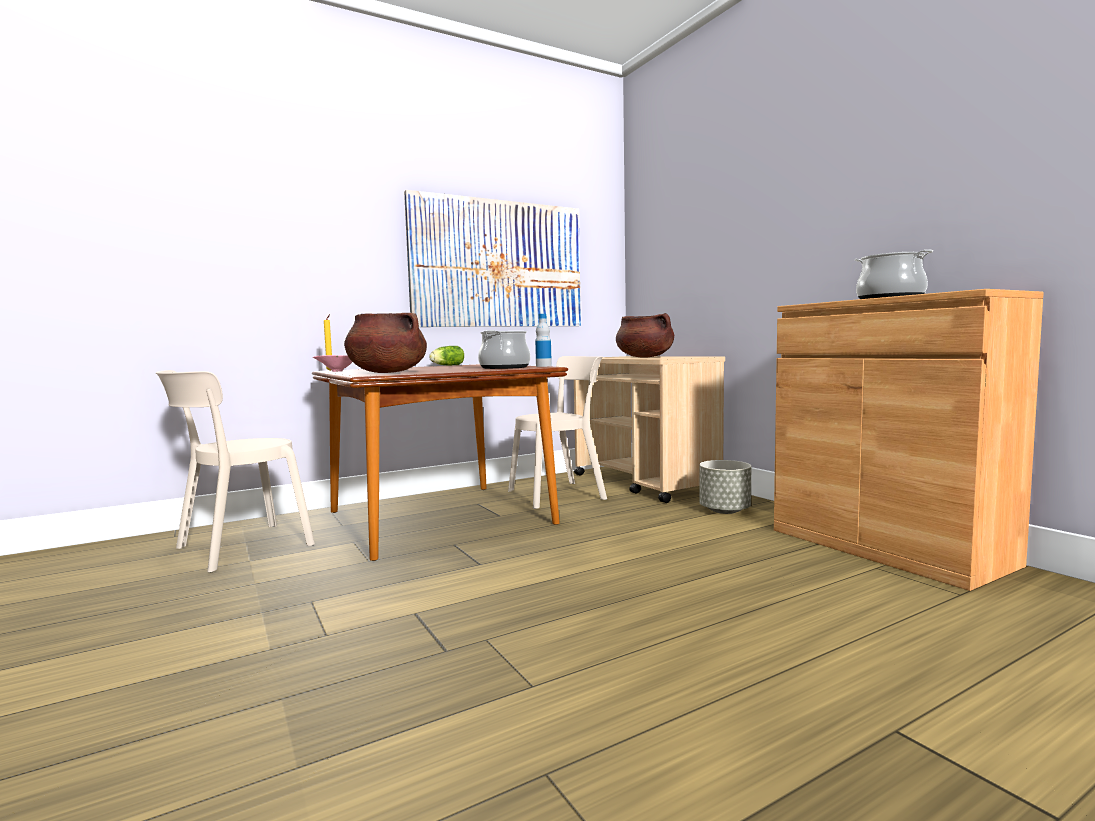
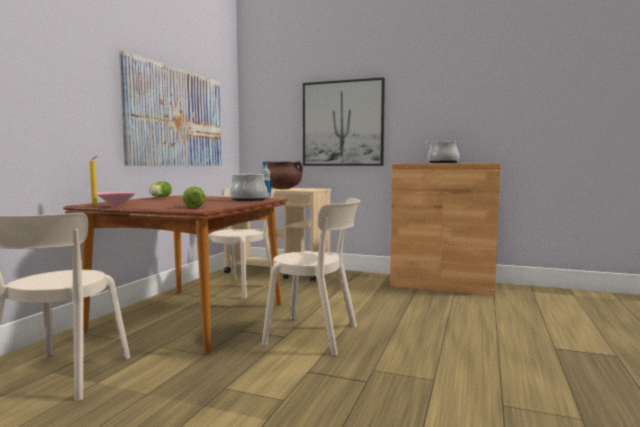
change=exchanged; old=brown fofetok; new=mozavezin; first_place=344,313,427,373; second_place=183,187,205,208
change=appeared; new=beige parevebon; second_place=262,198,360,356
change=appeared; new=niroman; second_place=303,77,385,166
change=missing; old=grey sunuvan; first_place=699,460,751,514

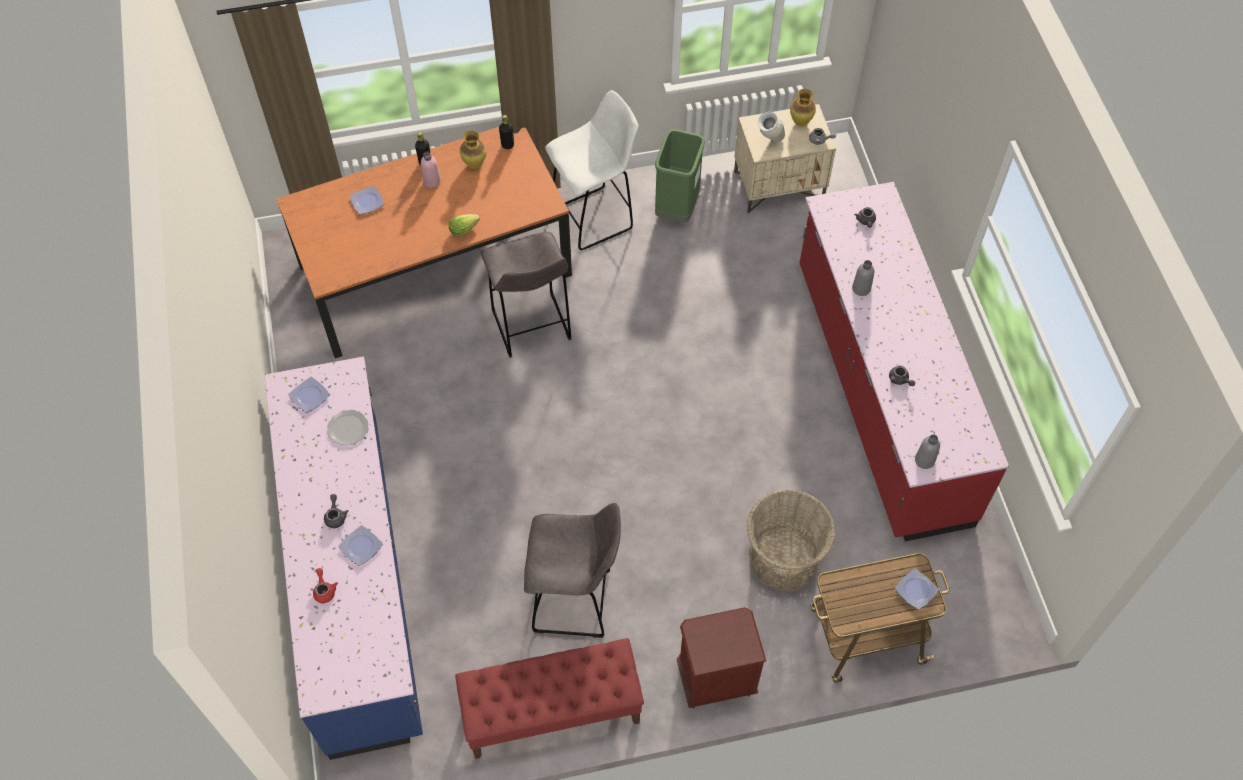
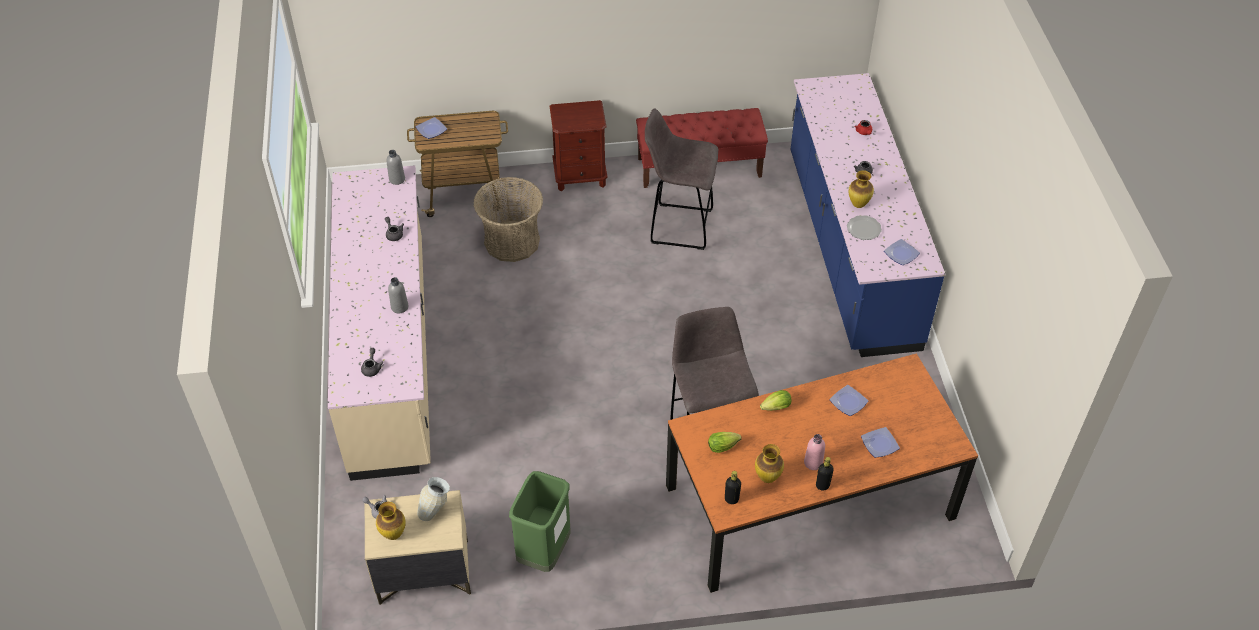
change=colour; old=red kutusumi; new=beige kutusumi; first_place=799,182,1009,541; second_place=328,165,431,481
change=appeared; new=mozavezin; second_place=708,432,742,453
change=relocated; old=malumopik; first_place=338,525,383,566; second_place=829,385,868,416
change=appeared; new=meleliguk; second_place=849,170,874,208
change=missing; old=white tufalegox; first_place=545,90,639,252

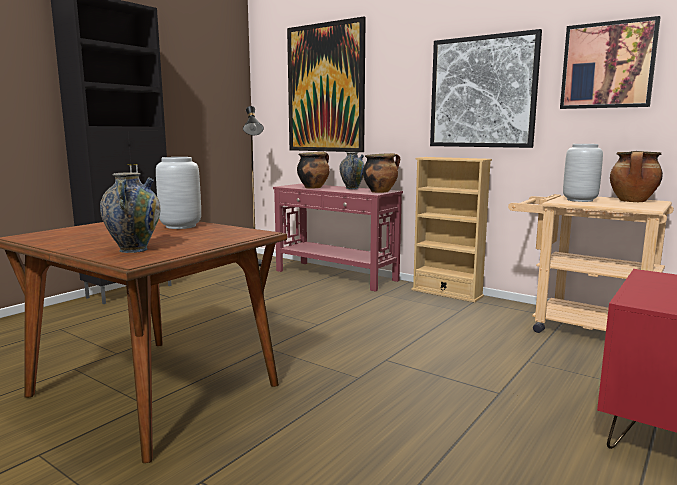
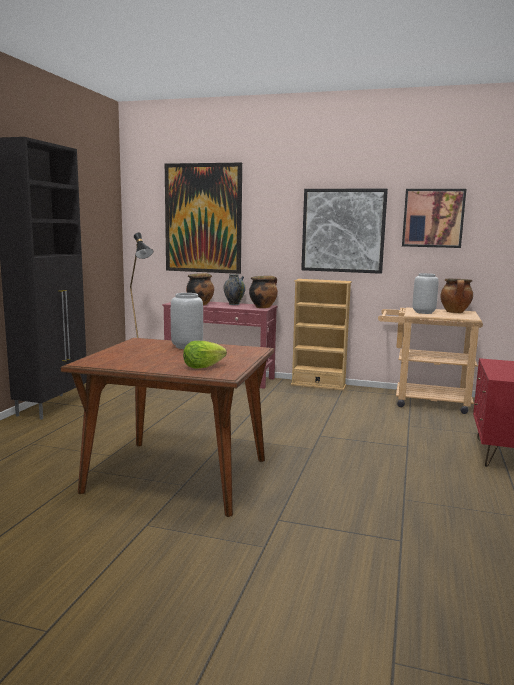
change=exchanged; old=meleliguk; new=mozavezin; first_place=100,172,160,253; second_place=183,341,227,369

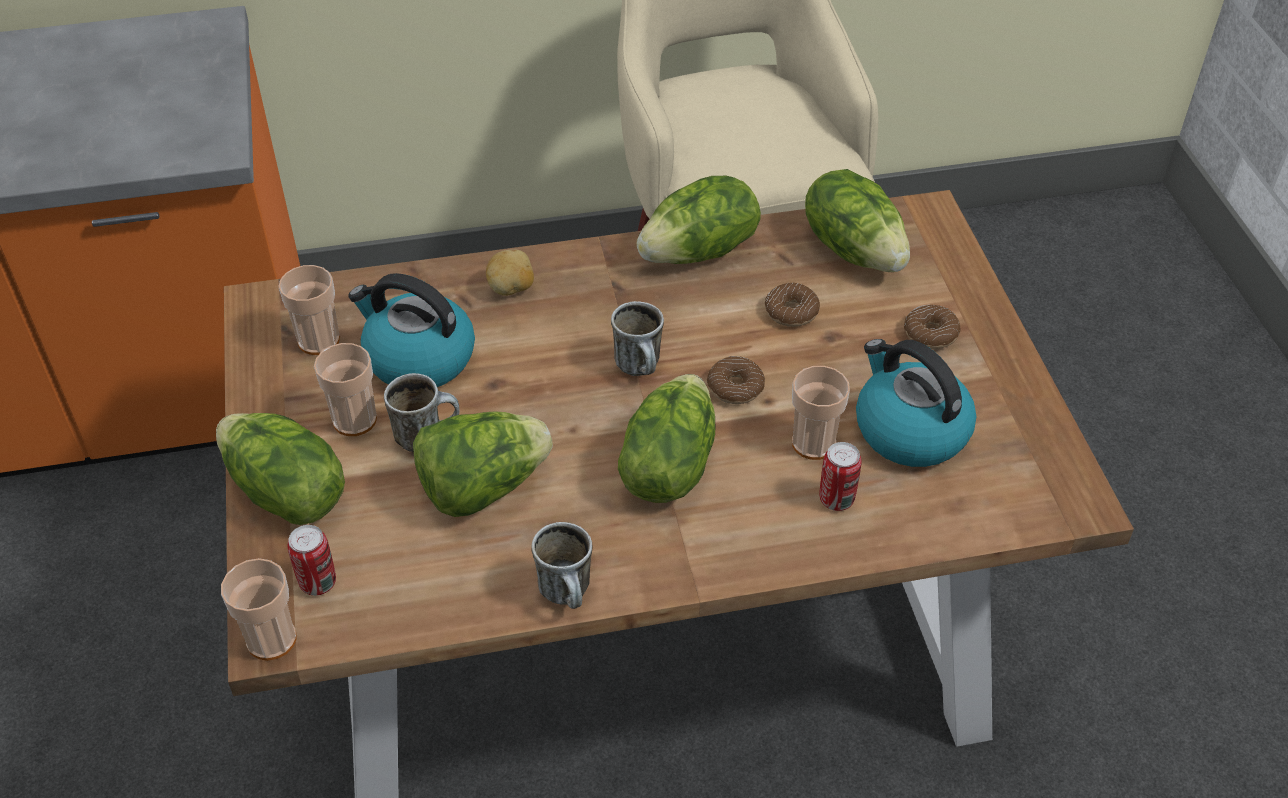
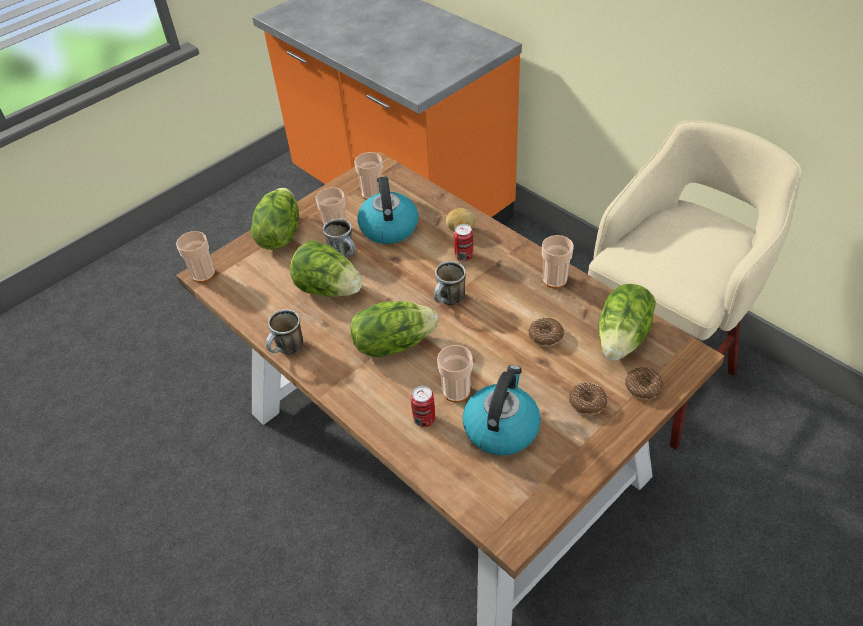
change=relocated; old=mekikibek; first_place=288,525,336,596; second_place=454,224,473,261
change=exchanged; old=mozavezin; new=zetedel; first_place=637,176,761,264; second_place=542,235,574,288
change=relocated; old=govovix; first_place=707,356,765,404; second_place=625,367,663,400

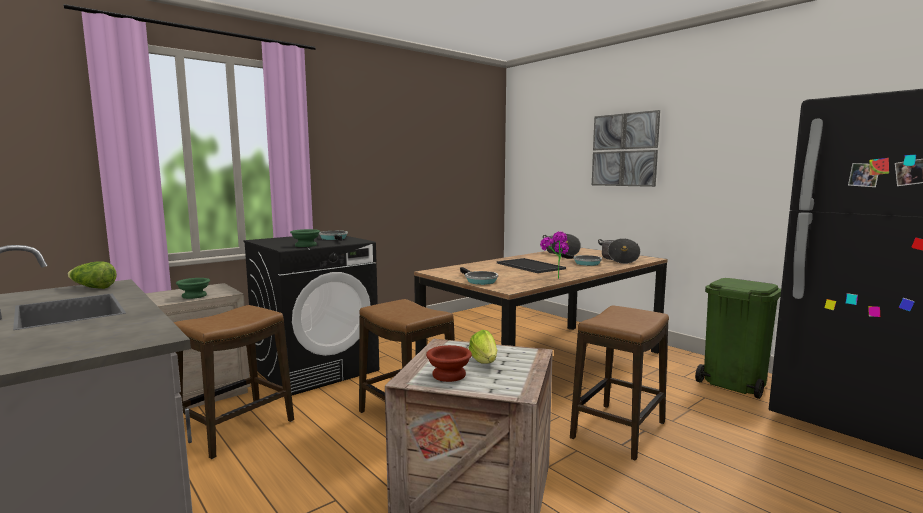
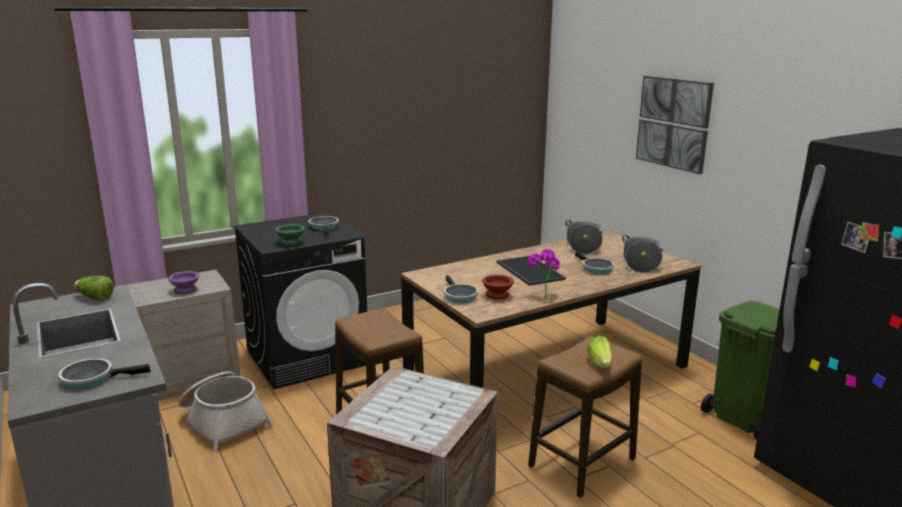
change=appeared; new=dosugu; second_place=58,358,151,389
change=colour; old=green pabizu; new=purple pabizu; first_place=176,278,210,299; second_place=168,271,200,294
change=exchanged; old=tufalegox; new=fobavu; first_place=173,305,294,459; second_place=179,371,273,452
change=relocated; old=brown pabizu; first_place=426,345,472,382; second_place=482,275,514,300
change=relocated; old=mozavezin; first_place=469,330,497,364; second_place=587,336,612,368

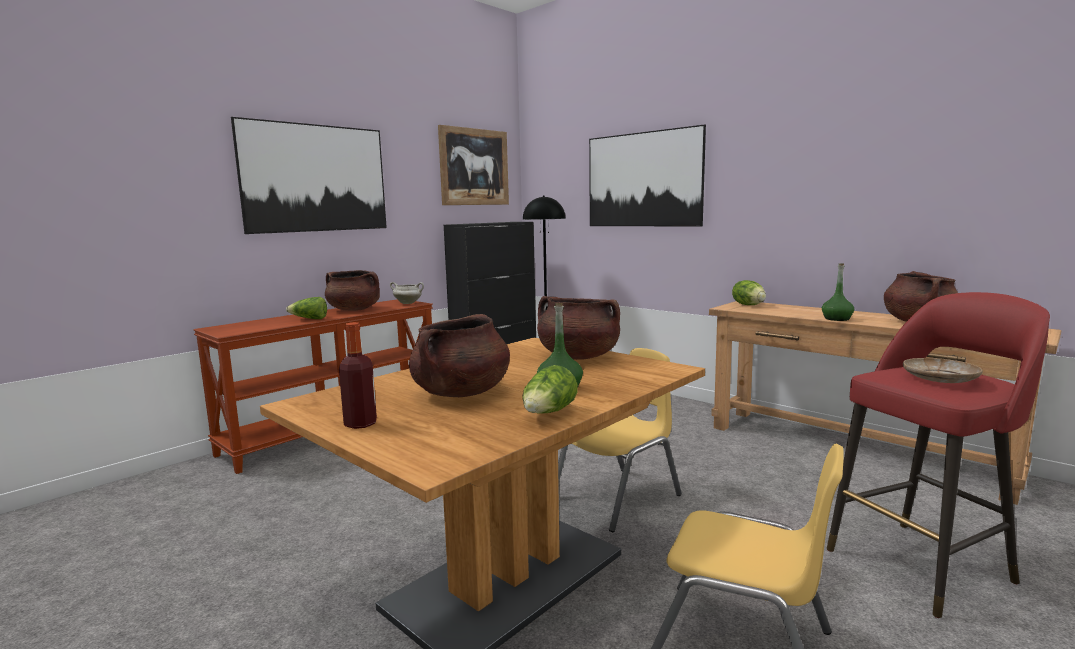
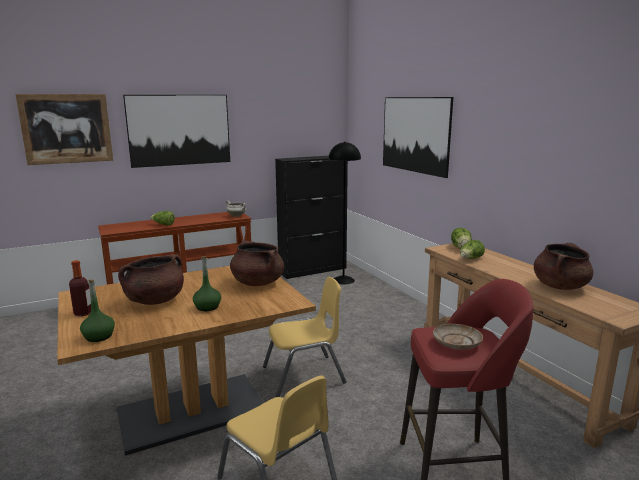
change=relocated; old=niroman; first_place=438,125,509,205; second_place=15,94,113,165
change=relocated; old=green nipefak; first_place=822,263,854,321; second_place=80,279,115,342
change=relocated; old=mozavezin; first_place=522,365,578,414; second_place=460,240,485,259
change=missing; old=brown fofetok; first_place=325,270,380,311

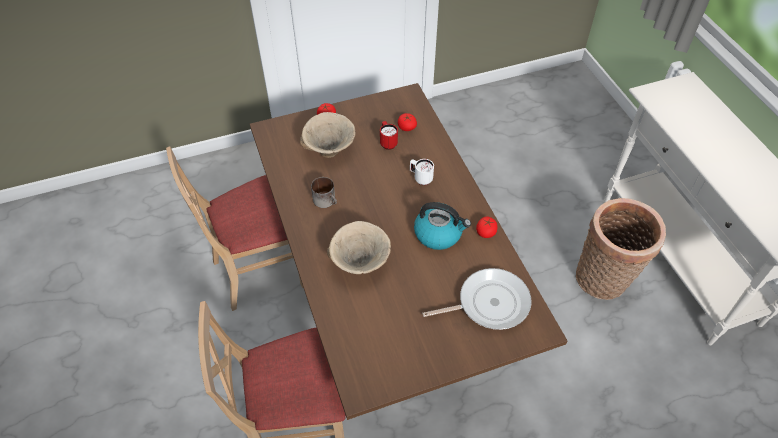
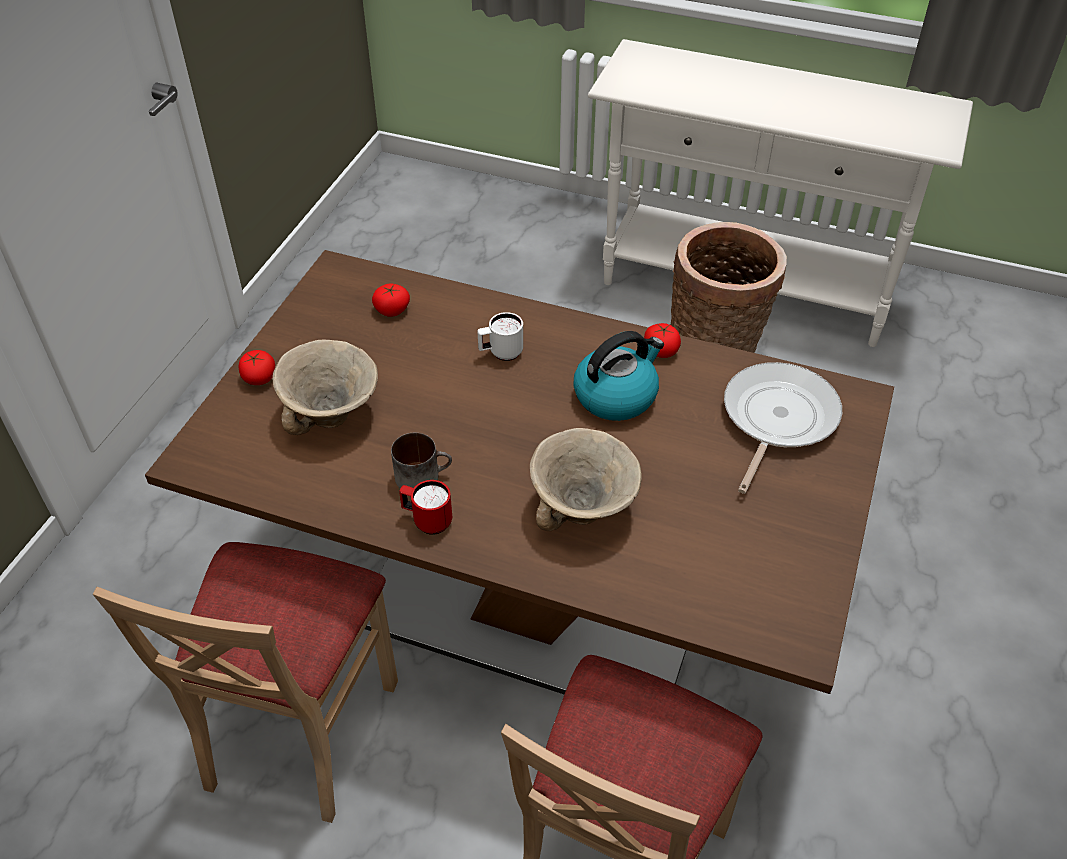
change=relocated; old=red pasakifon; first_place=380,121,398,150; second_place=399,480,452,535

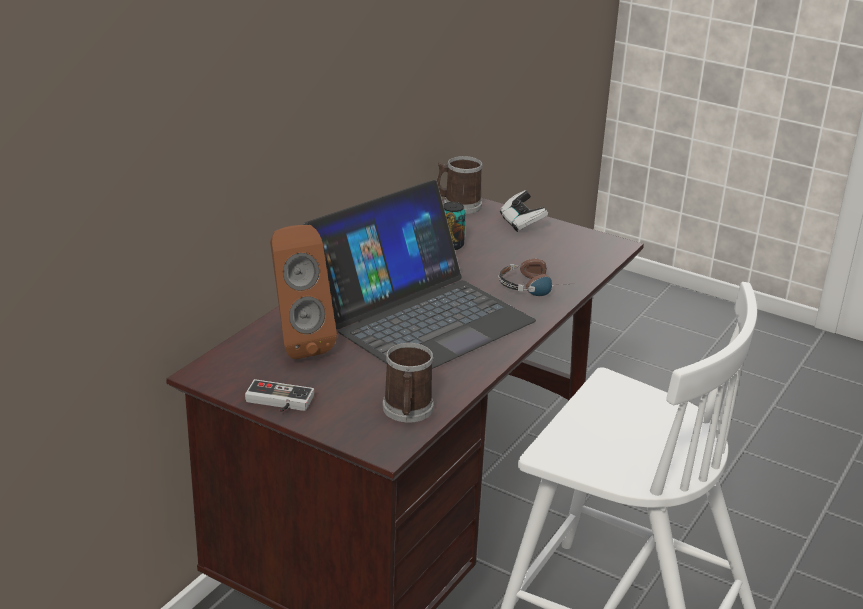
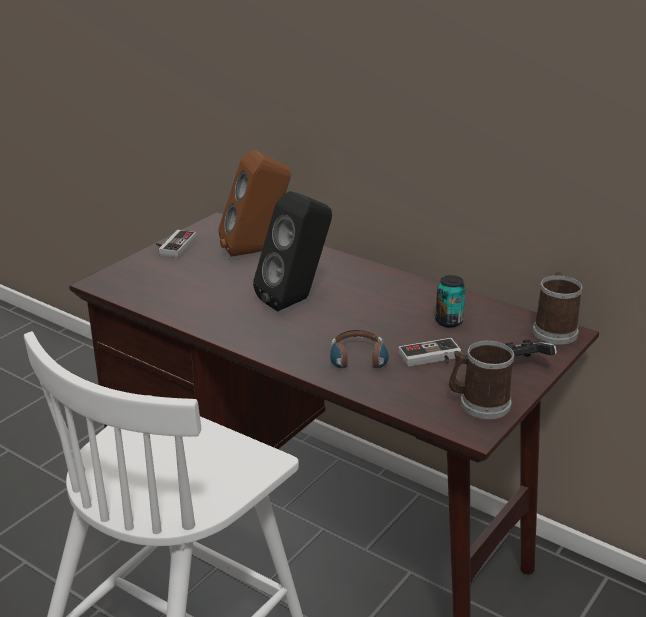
change=exchanged; old=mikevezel; new=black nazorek; first_place=303,180,536,369; second_place=253,191,332,312
change=appeared; new=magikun; second_place=398,338,461,367
change=relocated; old=pasakifon; first_place=383,343,434,422; second_place=449,341,515,419

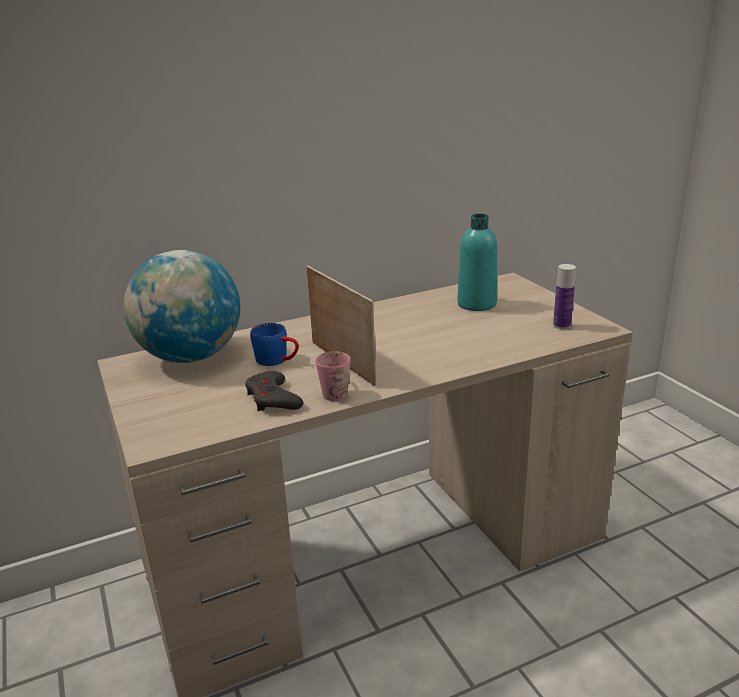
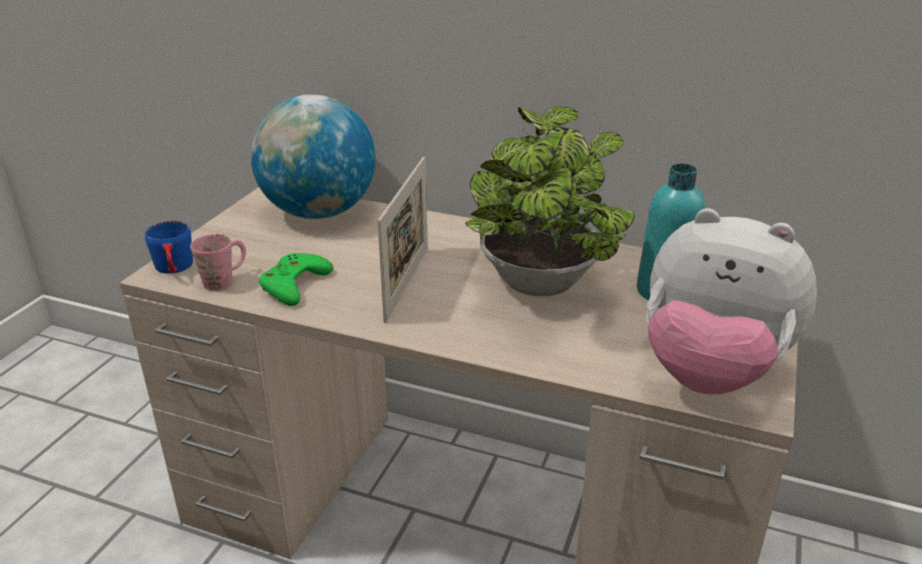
change=relocated; old=blue pasakifon; first_place=250,323,299,366; second_place=145,221,193,274
change=relocated; old=pink pasakifon; first_place=316,351,350,401; second_place=190,234,246,291
change=colour; old=grey magikun; new=green magikun; first_place=245,371,303,411; second_place=259,253,333,306
change=appeared; new=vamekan; second_place=465,107,635,296
change=exchanged; old=nipefak; new=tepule; first_place=553,264,576,329; second_place=646,208,817,395

